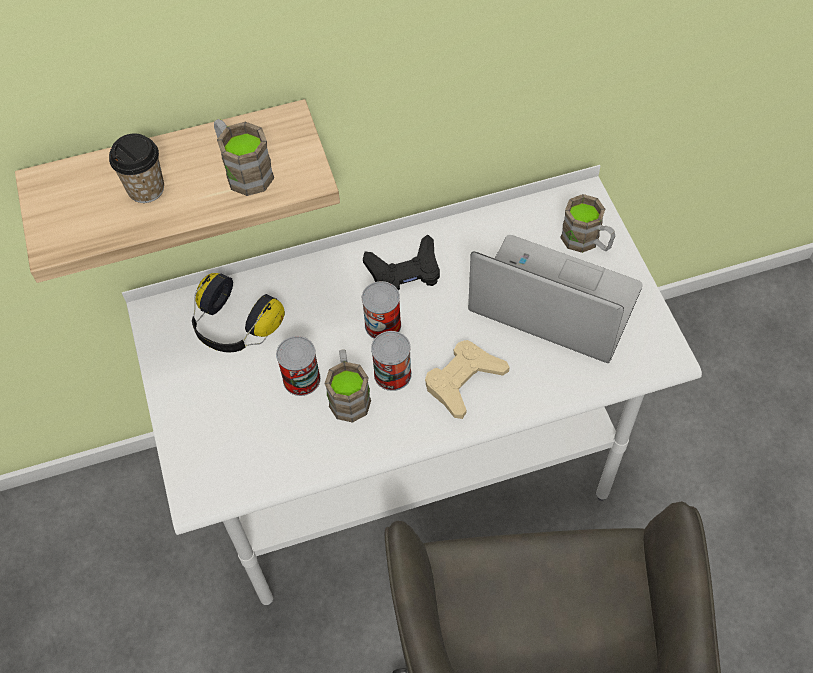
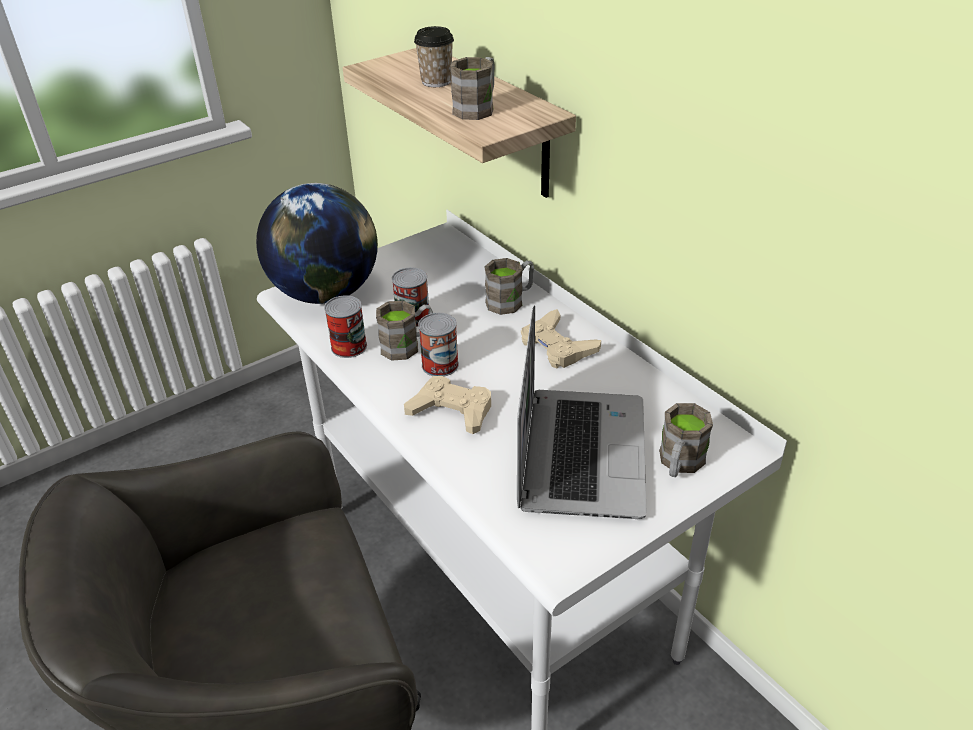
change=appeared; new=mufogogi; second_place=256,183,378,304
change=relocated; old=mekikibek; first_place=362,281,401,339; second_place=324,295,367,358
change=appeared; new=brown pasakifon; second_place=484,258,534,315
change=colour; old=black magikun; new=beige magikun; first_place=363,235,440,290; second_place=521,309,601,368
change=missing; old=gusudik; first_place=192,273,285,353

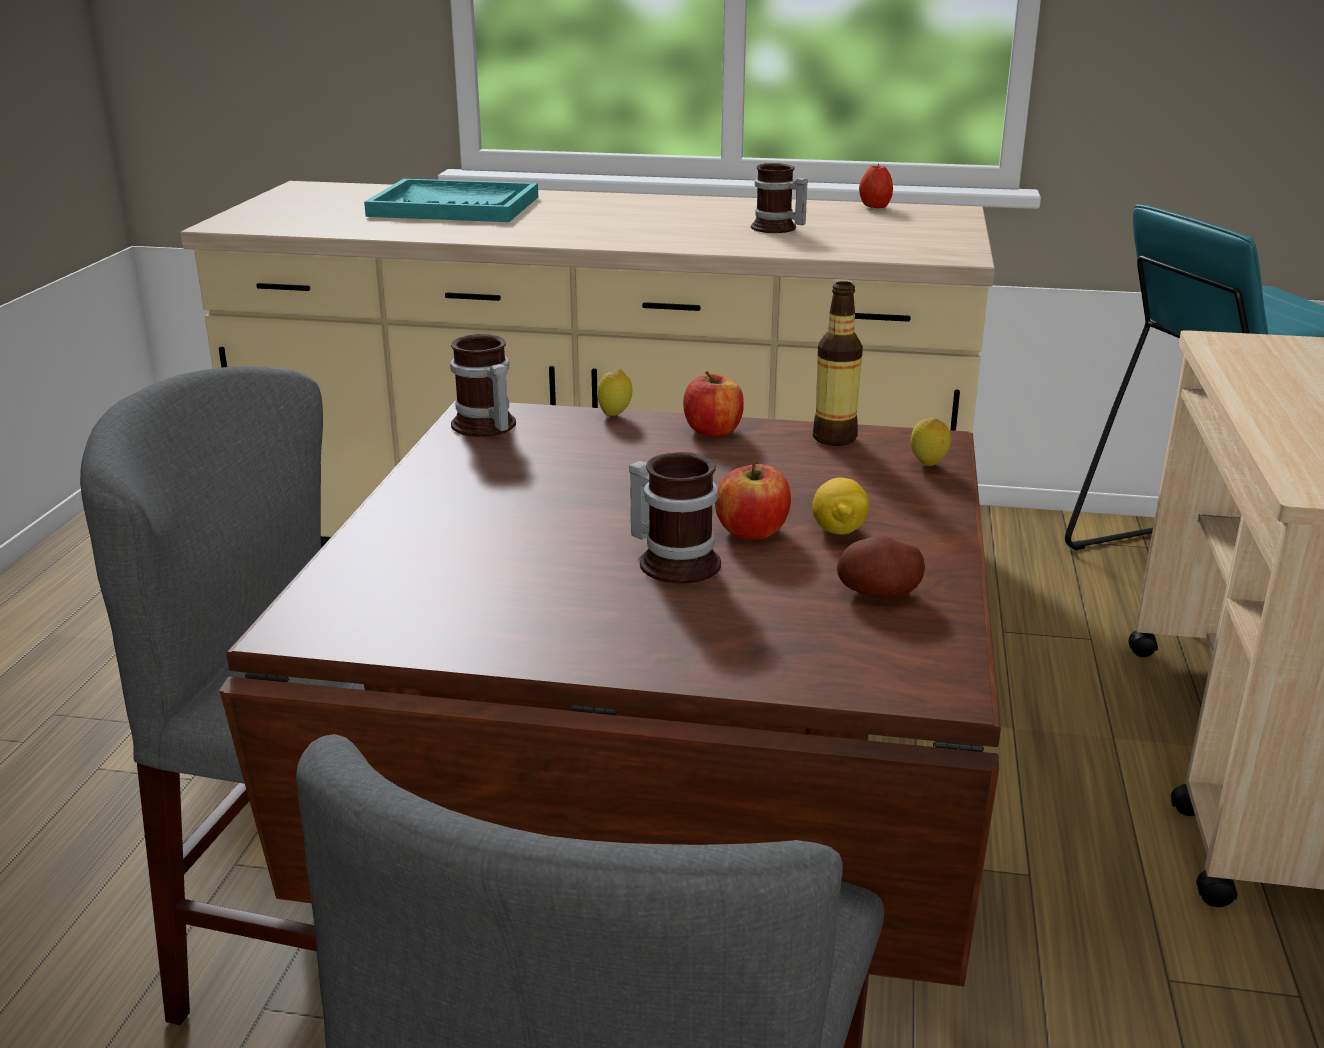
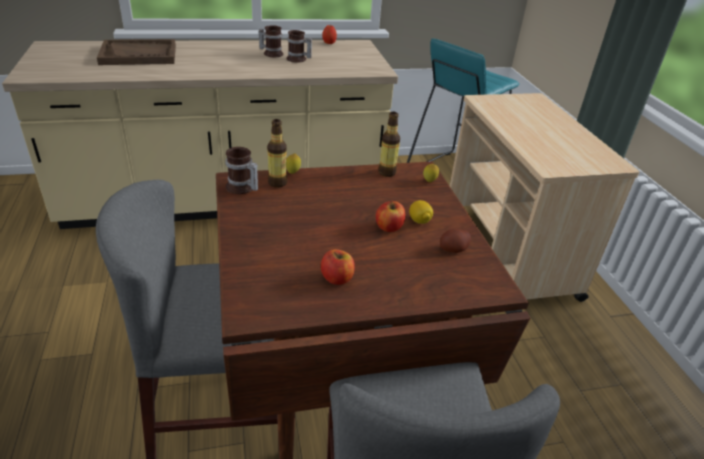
change=colour; old=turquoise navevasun; new=brown navevasun; first_place=364,179,538,222; second_place=97,39,176,65
change=relocated; old=pasakifon; first_place=629,452,721,583; second_place=259,25,284,57
change=appeared; new=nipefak; second_place=267,119,287,188
change=relocated; old=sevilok; first_place=683,371,744,437; second_place=321,249,355,285

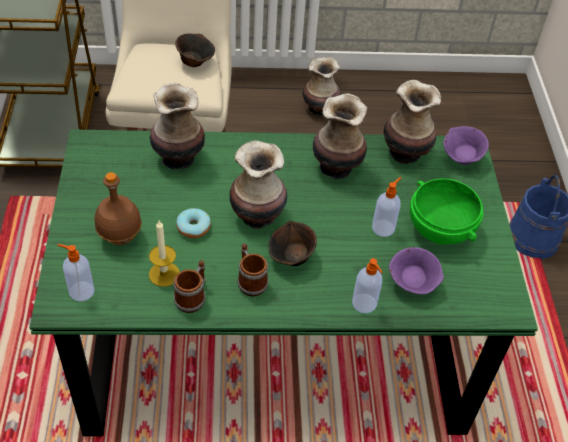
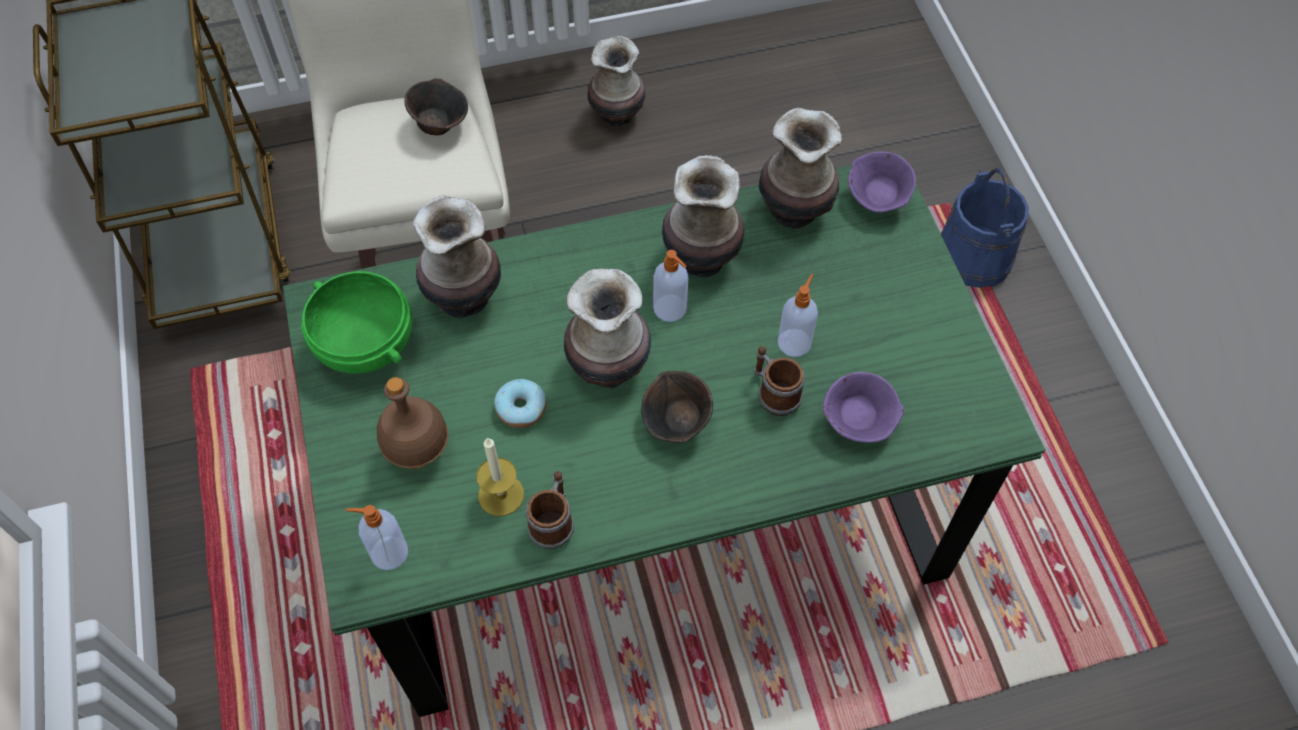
change=relocated; old=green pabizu; first_place=410,179,483,244; second_place=301,271,412,374
change=relocated; old=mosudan; first_place=352,258,383,313; second_place=653,250,688,322
change=relocated; old=pasakifon; first_place=237,244,269,297; second_place=754,346,805,416

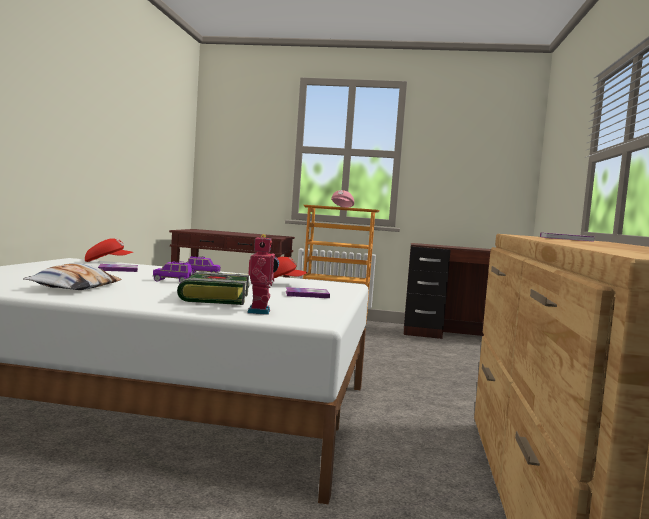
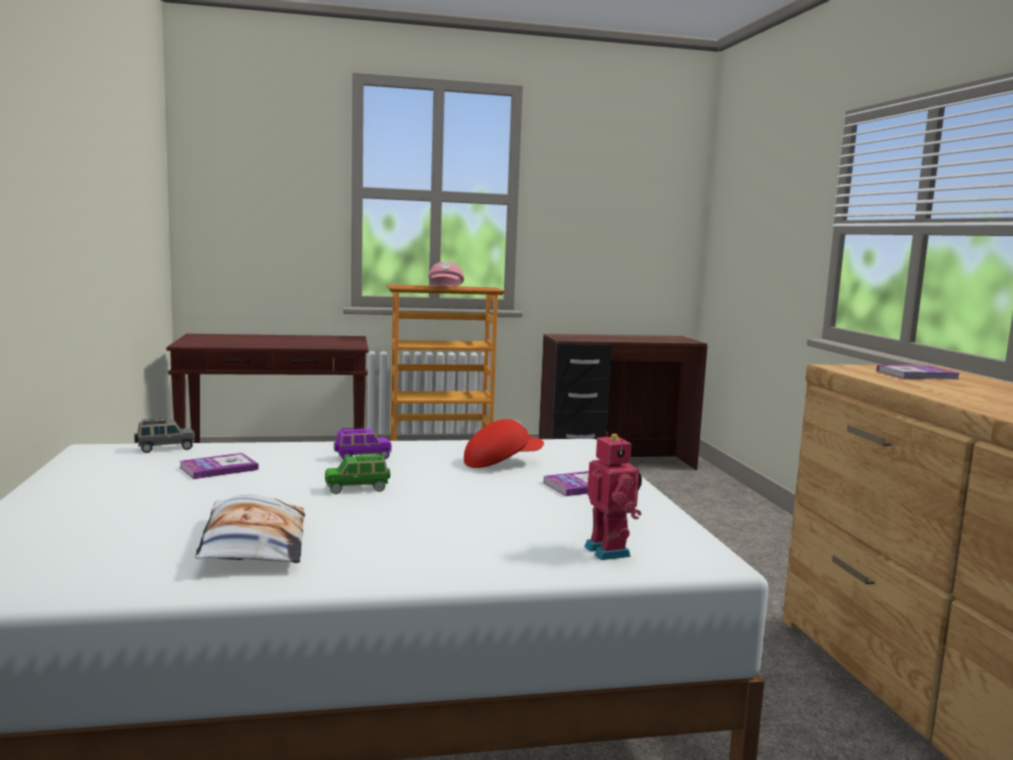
change=exchanged; old=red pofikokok; new=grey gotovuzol; first_place=85,238,133,262; second_place=134,418,195,453
change=colour; old=purple gotovuzol; new=green gotovuzol; first_place=153,261,193,283; second_place=325,453,390,494
change=missing; old=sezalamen; first_place=177,271,249,305

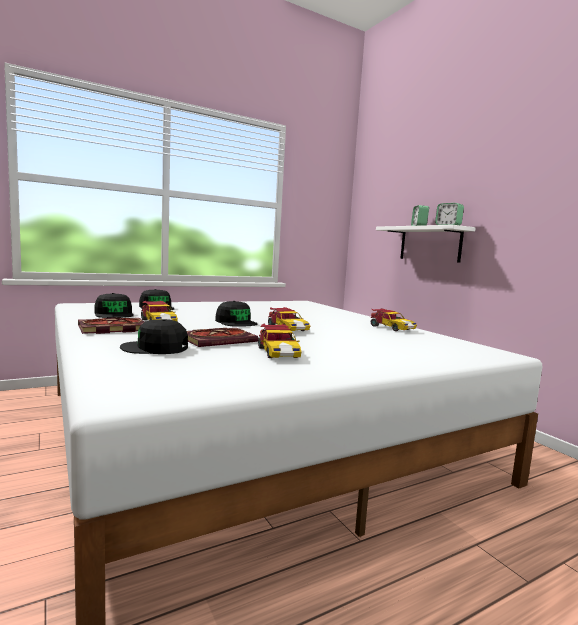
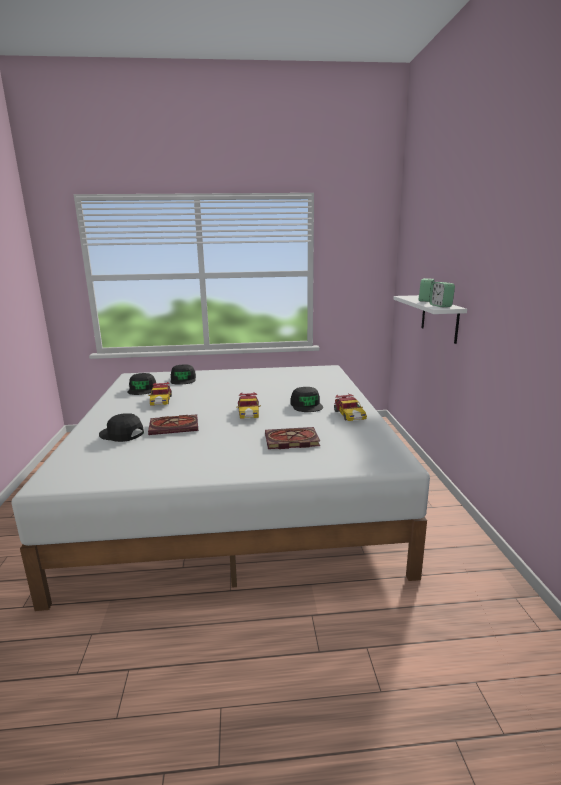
change=relocated; old=sezalamen; first_place=78,317,144,334; second_place=265,427,320,449
change=relocated; old=black pofikokok; first_place=215,301,257,327; second_place=291,387,323,412
change=missing; old=gotovuzol; first_place=258,324,301,358

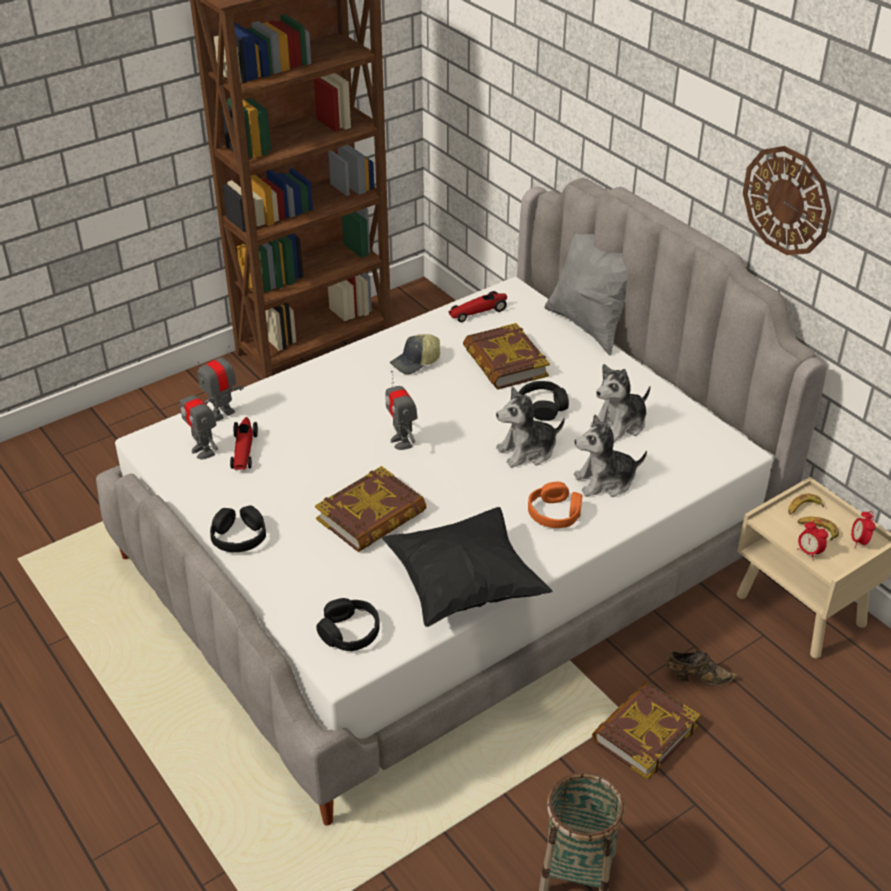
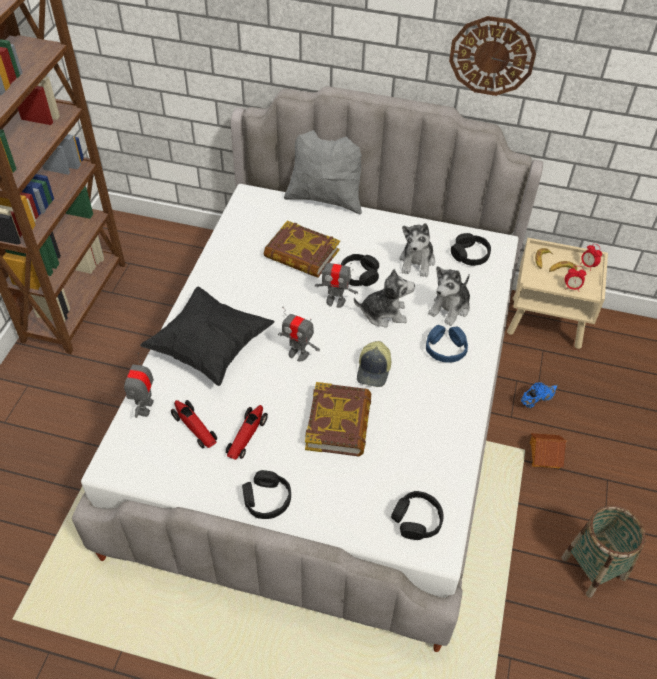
change=relocated; old=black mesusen; first_place=382,507,552,627; second_place=140,286,275,386
change=relocated; old=gotovuzol; first_place=448,291,507,322; second_place=226,405,268,460
change=relocated; old=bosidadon; first_place=180,381,218,459; second_place=315,256,358,308
change=spun; old=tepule; first_place=496,387,565,468; second_place=354,268,415,328; degrees=-120
change=relocated; old=pofikokok; first_place=390,334,440,374; second_place=357,341,391,387
change=colour; old=orange gusudik; new=blue gusudik; first_place=528,482,582,528; second_place=426,325,468,363
change=appeared; new=black gusudik; second_place=451,233,491,266
change=colour; old=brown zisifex; new=blue zisifex; first_place=666,650,738,686; second_place=521,382,558,408
change=exchanged; old=sezalamen; new=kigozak; first_place=592,681,700,780; second_place=530,433,566,469

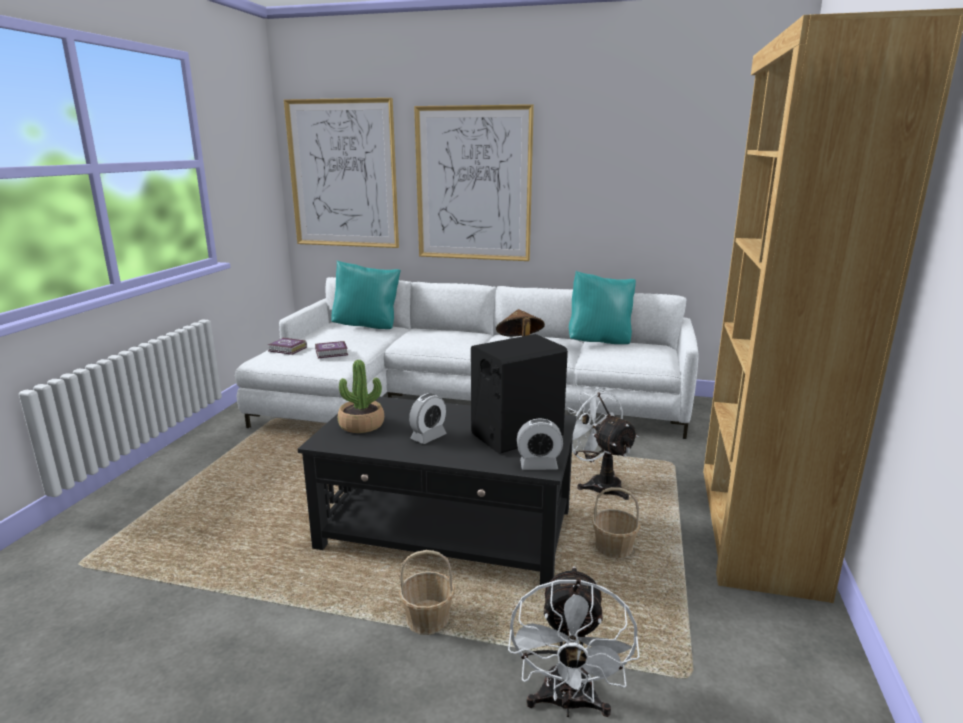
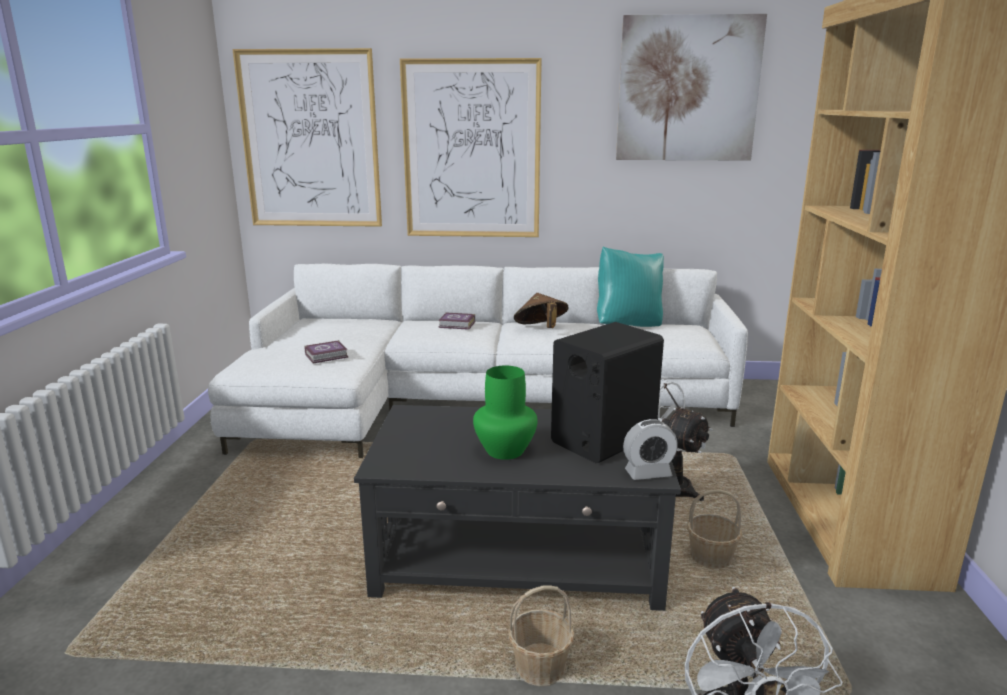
change=relocated; old=sezalamen; first_place=268,337,307,355; second_place=438,312,475,330
change=exchanged; old=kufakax; new=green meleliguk; first_place=409,393,447,444; second_place=473,366,538,460
change=appeared; new=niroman; second_place=616,14,767,161
change=missing; old=turquoise mesusen; first_place=331,260,401,329
change=missing; old=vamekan; first_place=338,360,384,433

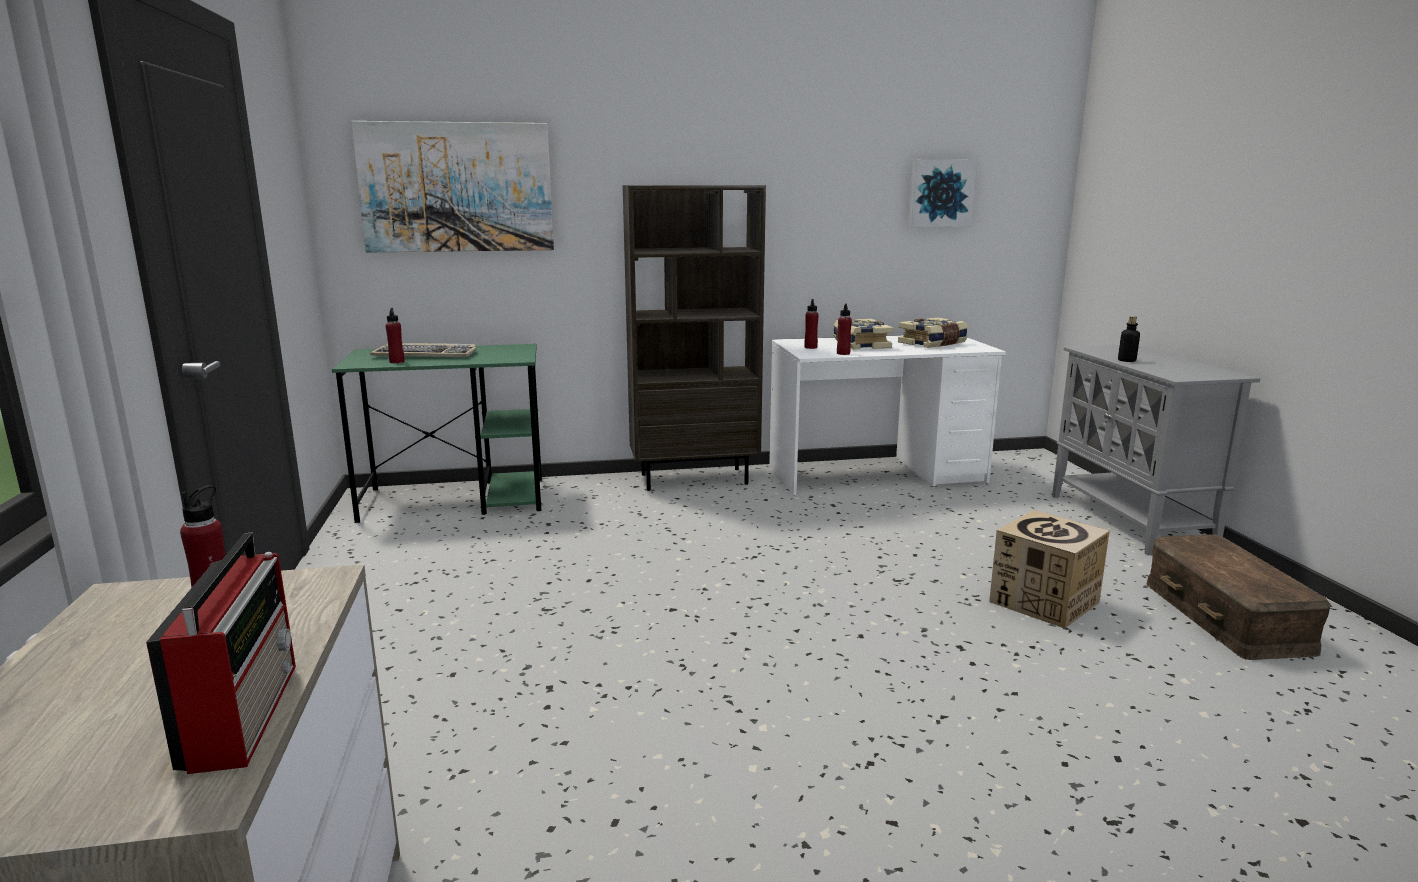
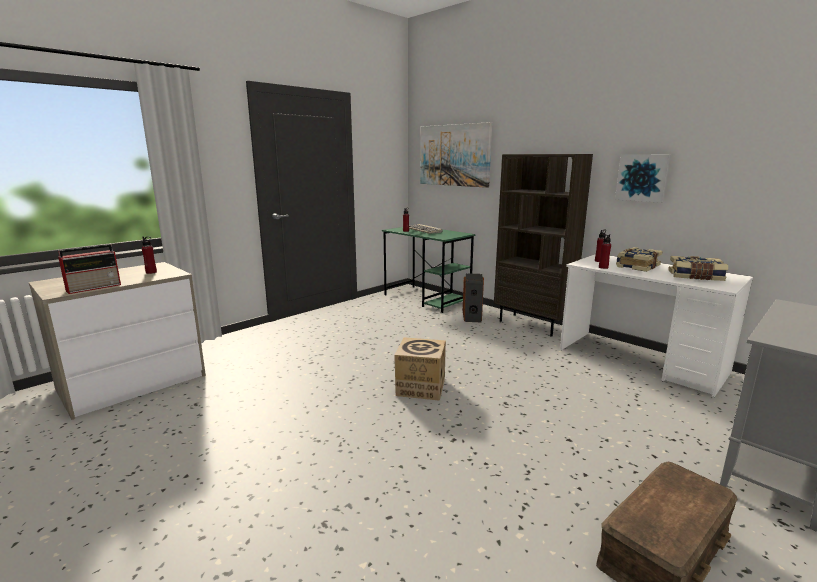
change=relocated; old=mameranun; first_place=989,510,1110,629; second_place=394,337,446,401
change=appeared; new=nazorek; second_place=463,273,484,322
change=relocated; old=niroman; first_place=908,160,977,227; second_place=615,154,671,203
change=missing; old=nipefak; first_place=1118,316,1140,362

